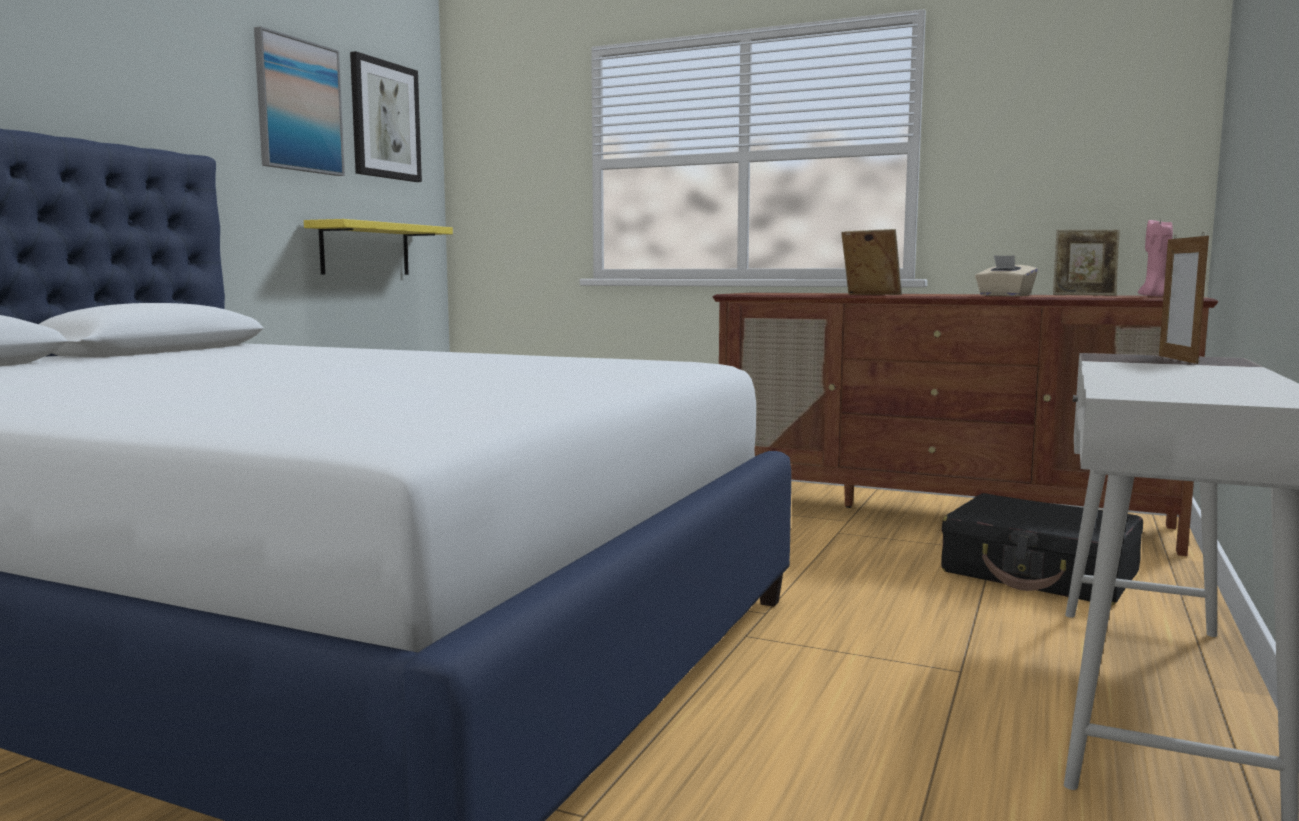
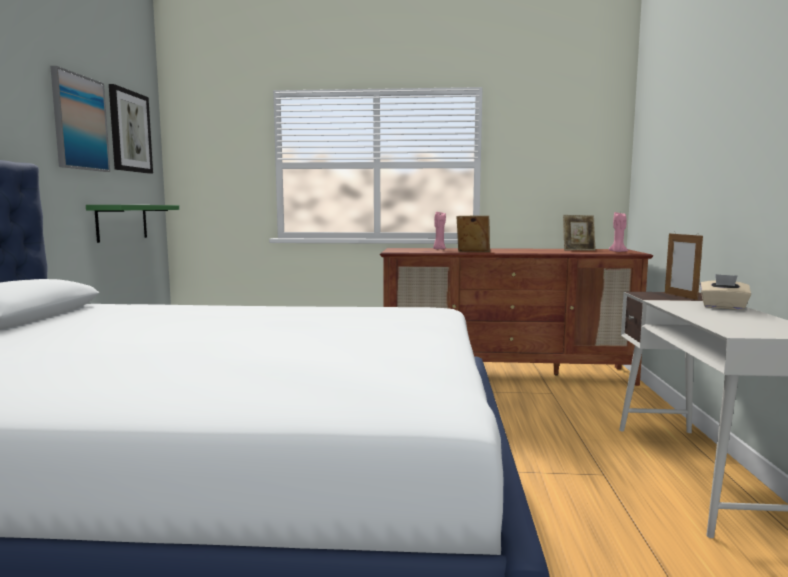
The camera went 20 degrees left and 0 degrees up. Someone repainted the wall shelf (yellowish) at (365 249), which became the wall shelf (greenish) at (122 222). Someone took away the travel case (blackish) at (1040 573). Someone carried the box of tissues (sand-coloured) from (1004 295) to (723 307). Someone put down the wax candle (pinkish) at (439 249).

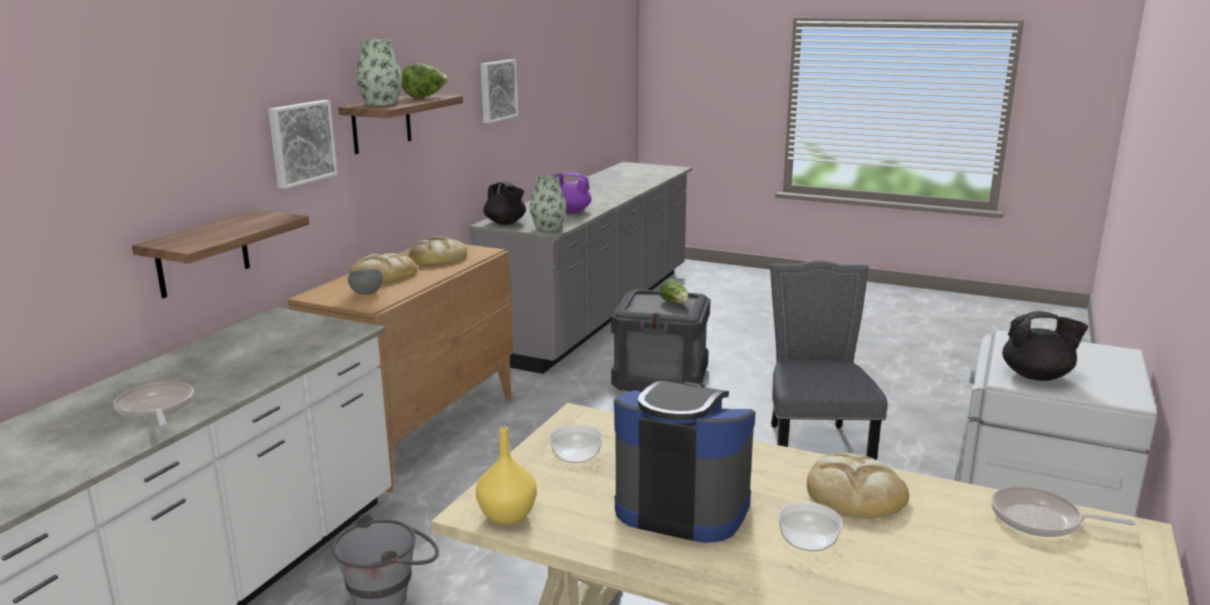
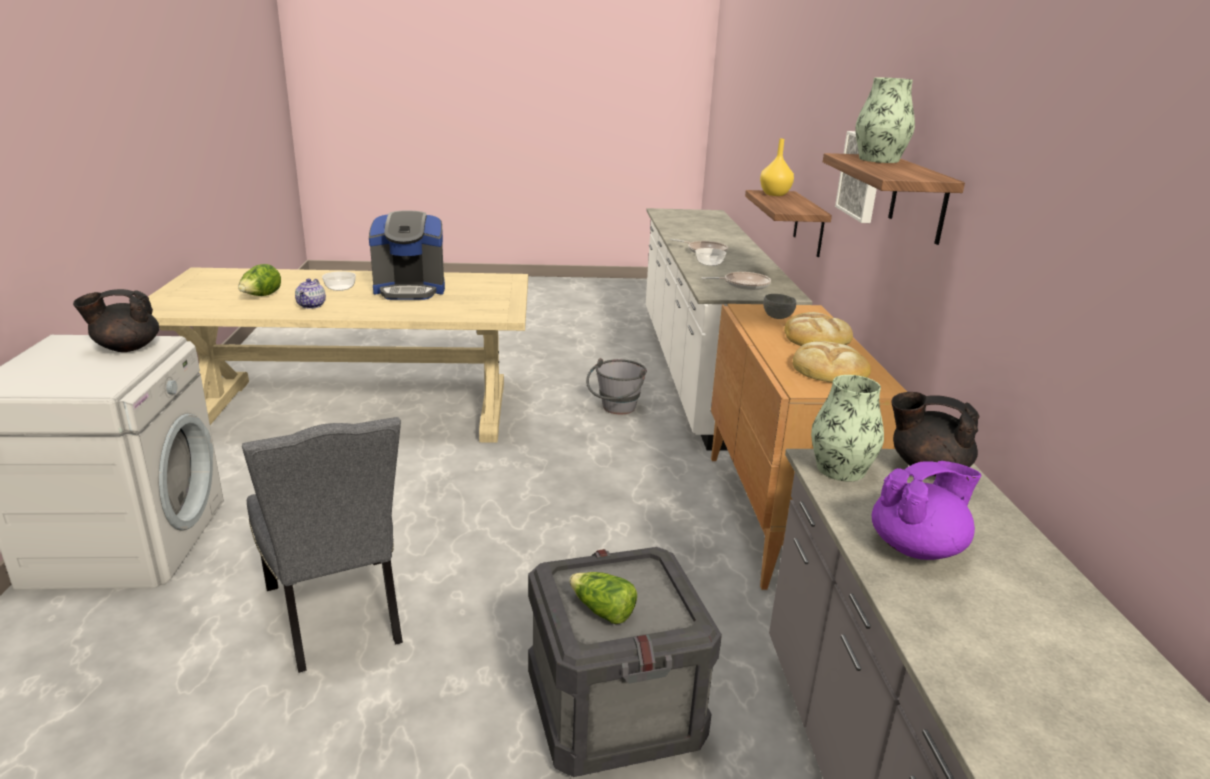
The camera went 150 degrees right and 5 degrees up. Someone carried the lettuce head from (425 97) to (261 296). Someone carried the decorative vase (yellowish) from (506 517) to (774 194). Someone took away the wall art at (497 90). Someone carried the serving bowl from (576 455) to (709 263). Someone swapped the baked bread at (854 492) for the teapot at (312 305). Someone carried the pan from (1041 520) to (743 285).

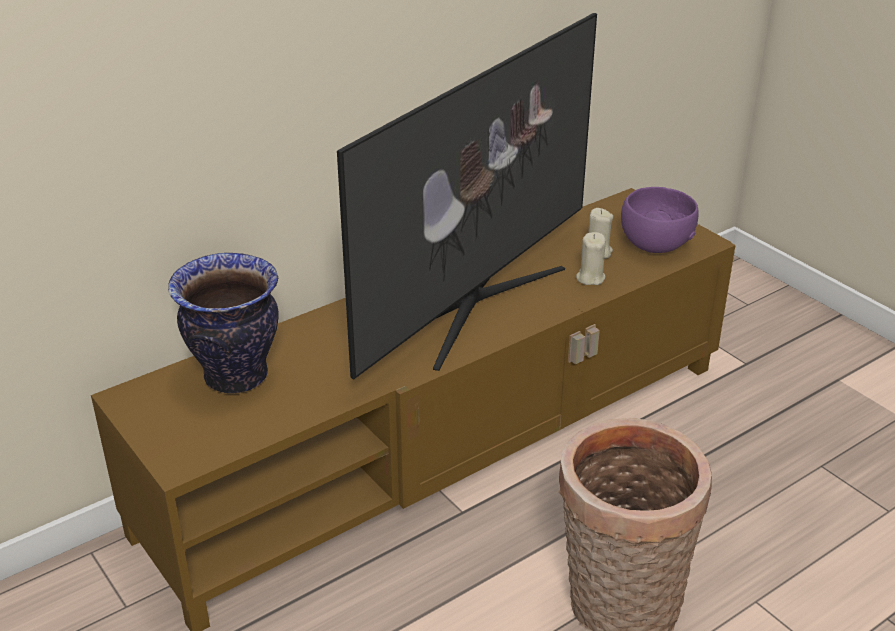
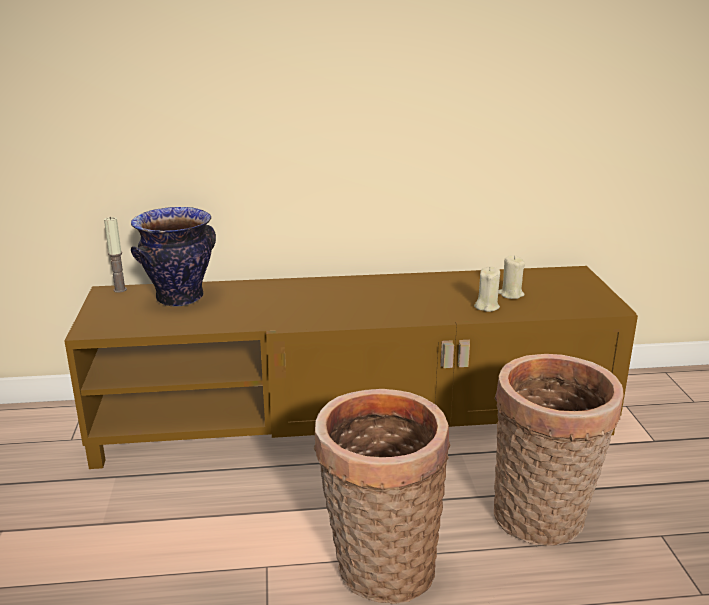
The camera went 30 degrees right and 10 degrees down. Someone took away the television at (474 304). Someone took away the serving bowl (purple-coloured) at (655 245). Someone put down the wax candle at (120 290). Someone put down the storage basket at (543 520).

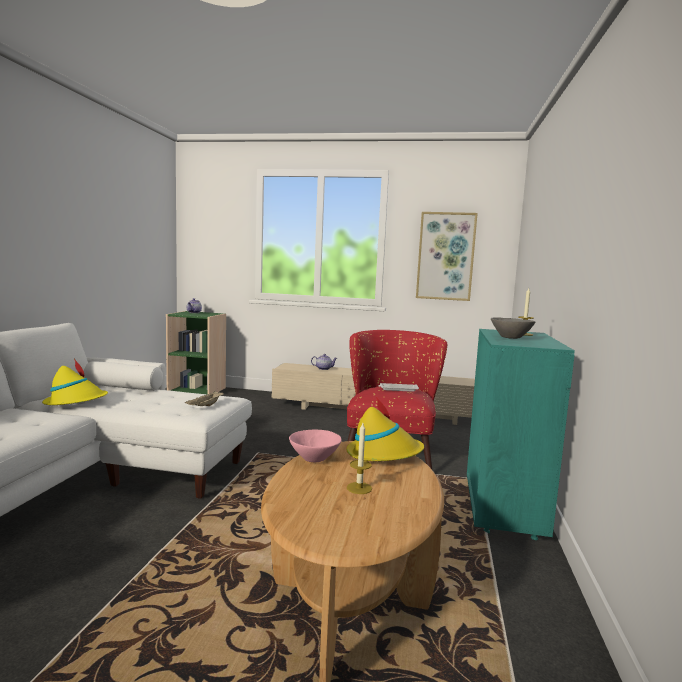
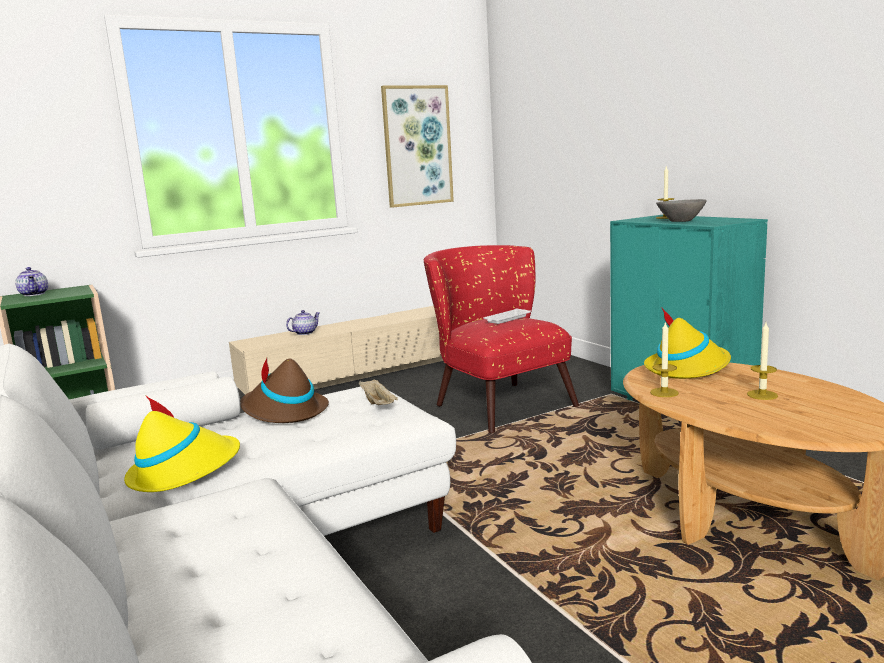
The camera went 40 degrees left and 5 degrees up. Someone swapped the serving bowl (pinkish) at (315 458) for the wax candle at (664 392). Someone put down the clothing hat (brown-coloured) at (283 411).

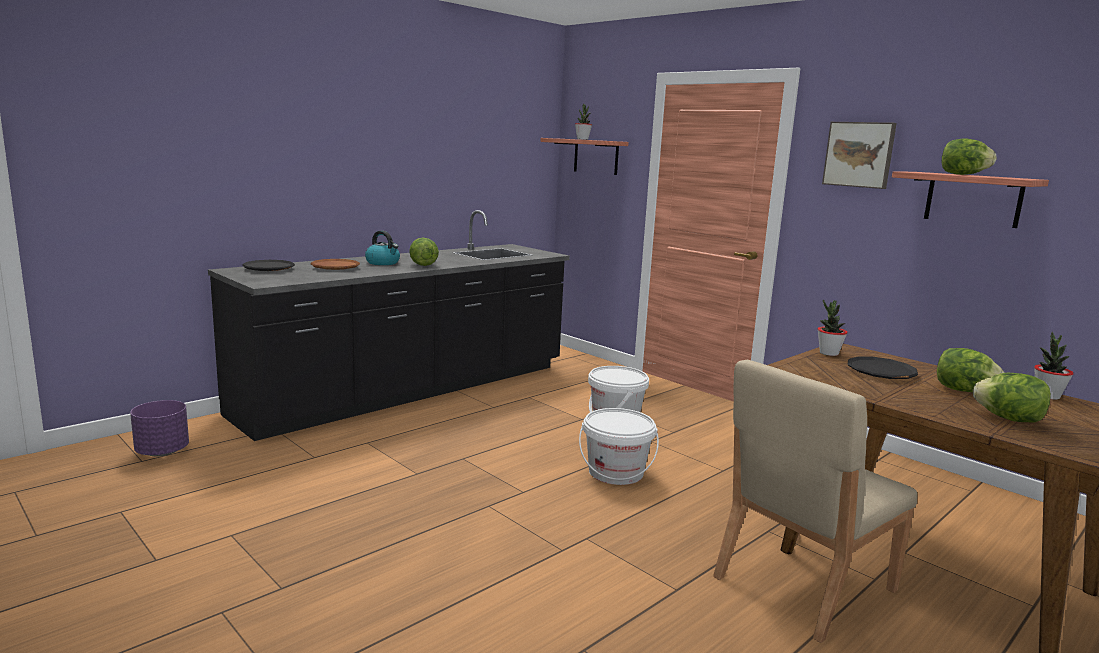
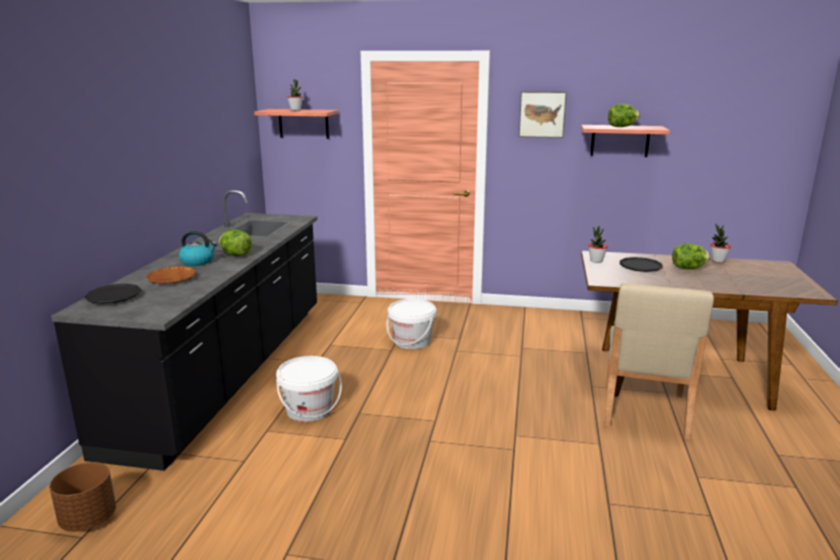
The camera went 35 degrees left and 5 degrees up. Someone repainted the plant pot (purple-coloured) at (162 452), which became the plant pot (brown-coloured) at (88 520). Someone carried the water bucket (white) from (616 472) to (309 410). Someone took away the lettuce head at (1008 419).

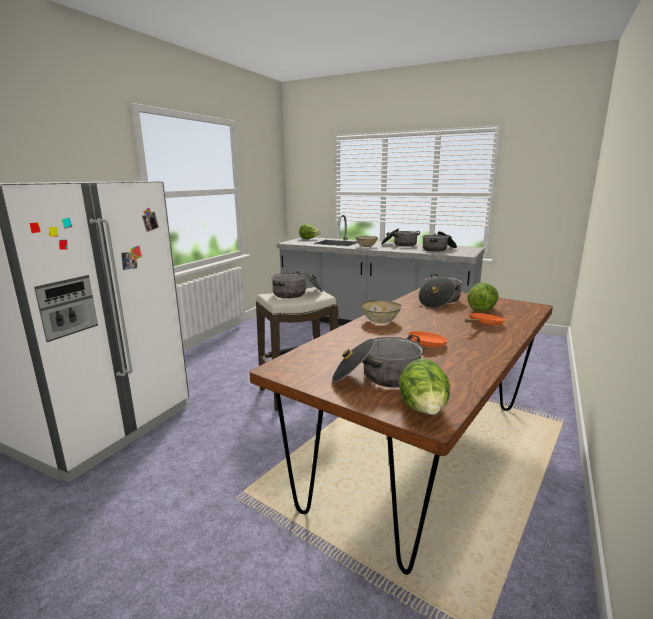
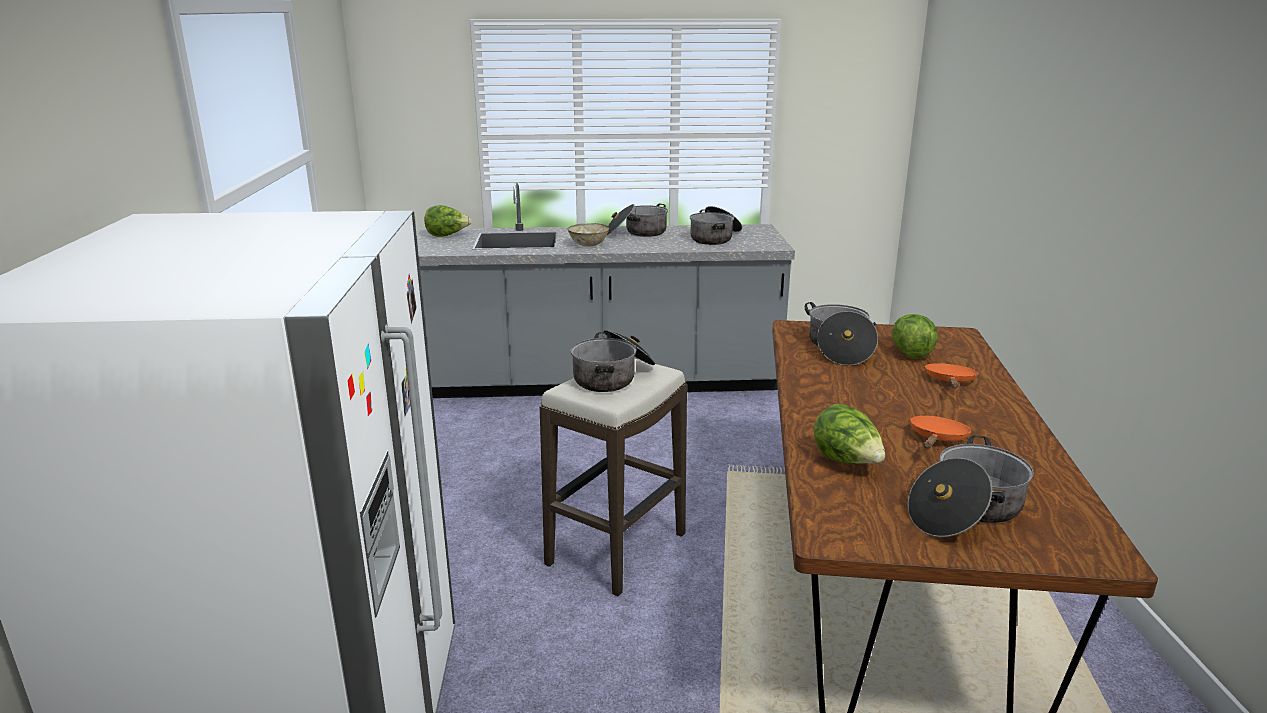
The camera went 30 degrees left and 5 degrees up. Someone took away the serving bowl at (381 321). Someone carried the lettuce head from (424 411) to (847 462).

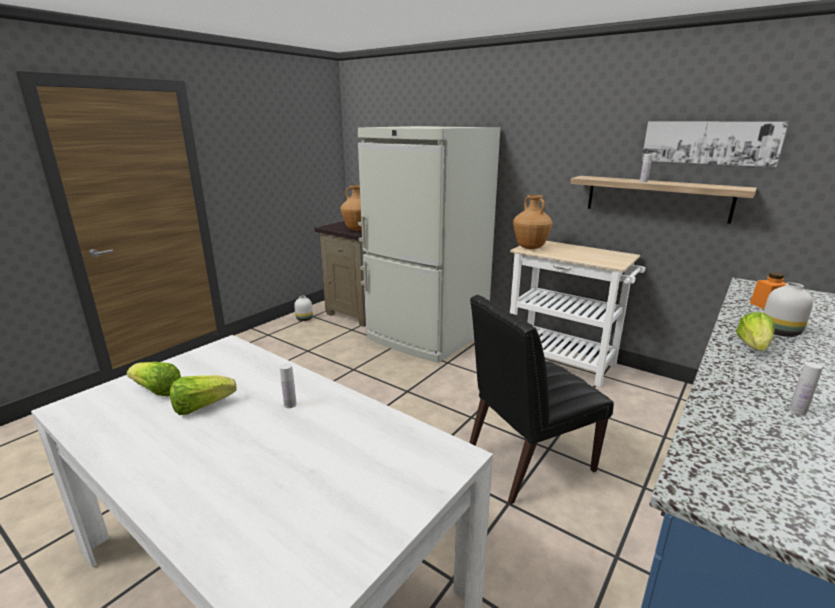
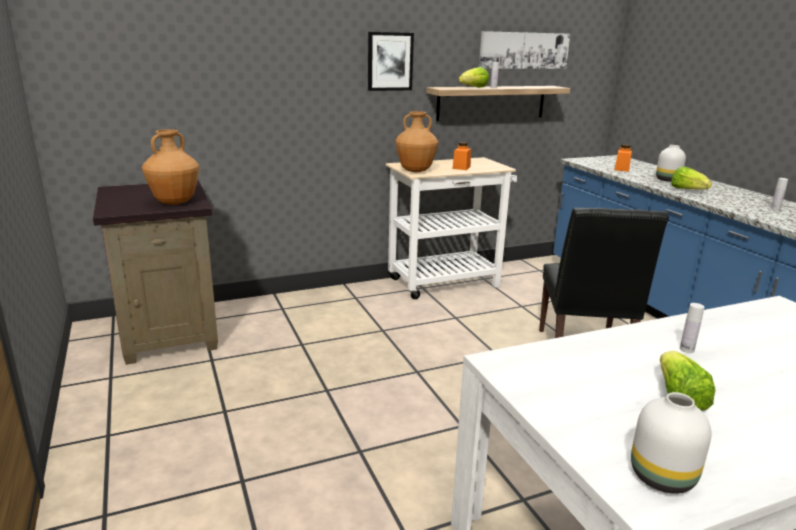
The camera went 60 degrees left and 0 degrees up. Someone carried the lettuce head from (157 391) to (474 88). Someone carried the decorative vase (white) from (304 319) to (661 478). Someone took away the fridge (white) at (427 333). Someone put up the wall art at (390 61). Someone put down the storage jar (orangey) at (461 167).

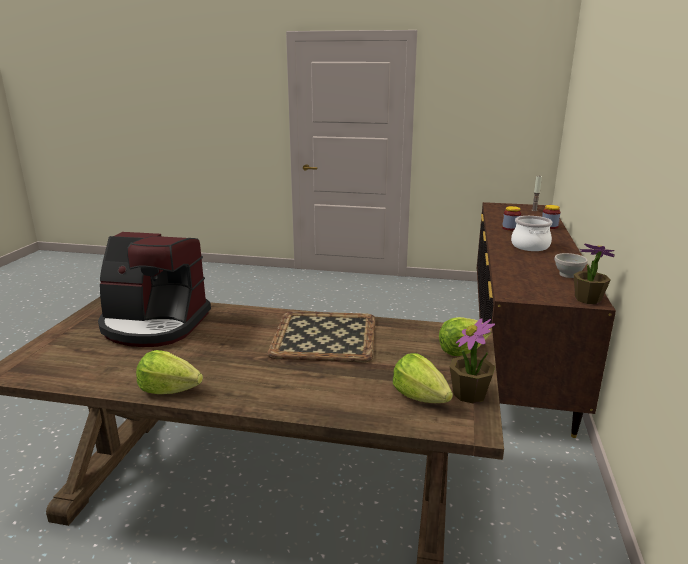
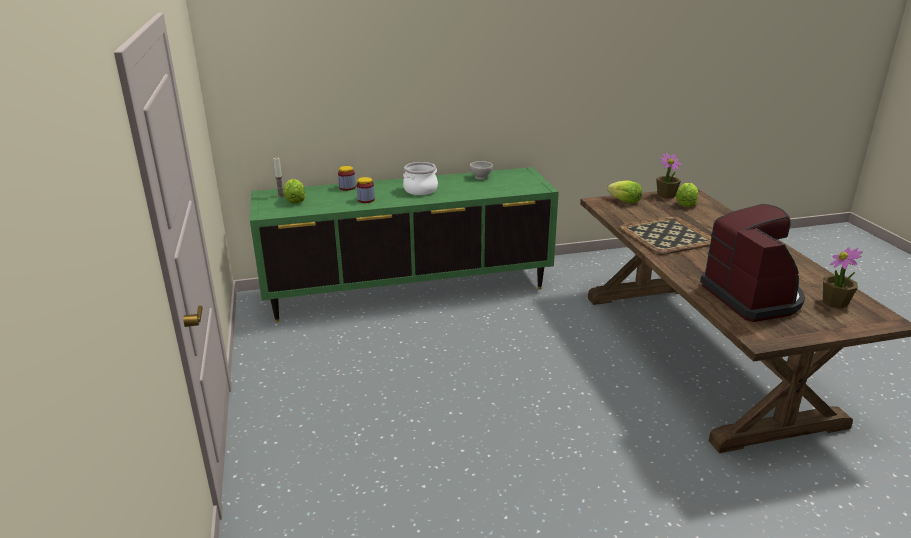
The camera went 115 degrees left and 5 degrees up. Someone carried the lettuce head from (169 390) to (295 200). Someone repainted the cabinet (brown-coloured) at (516 348), which became the cabinet (greenish) at (408 290). Someone carried the houseplant from (587 299) to (834 302).

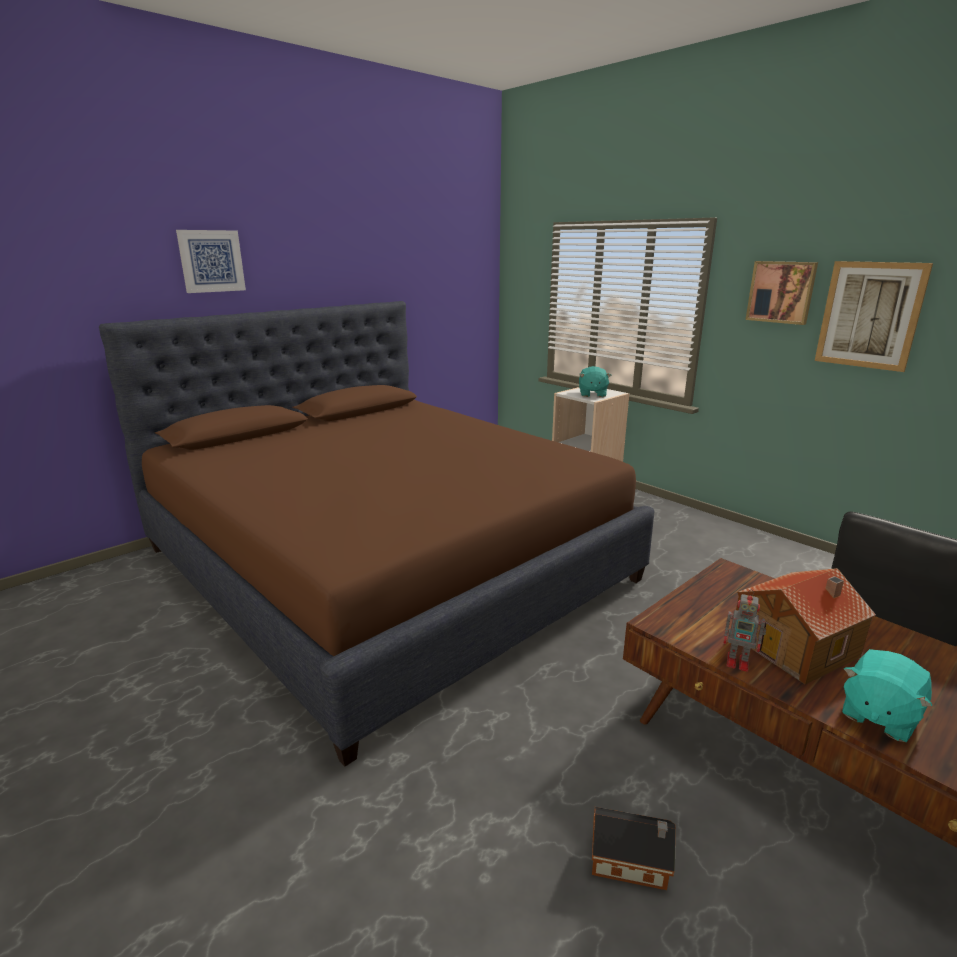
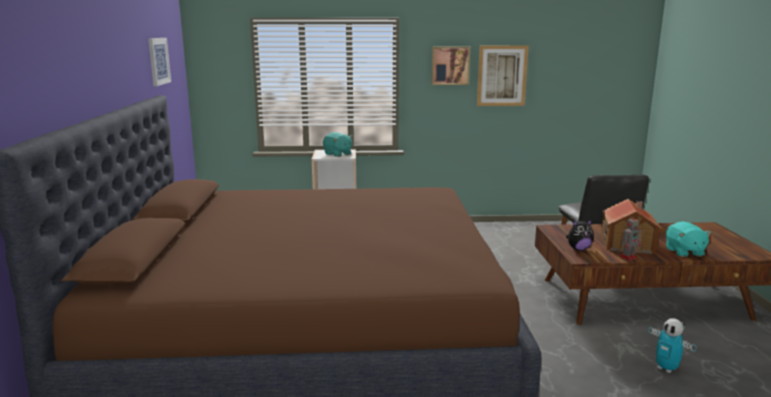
The camera went 50 degrees left and 5 degrees down. Someone carried the wall art from (211 261) to (158 61). Someone swapped the miniature house at (632 861) for the robot figure at (666 368). Someone put down the plush toy at (578 249).

